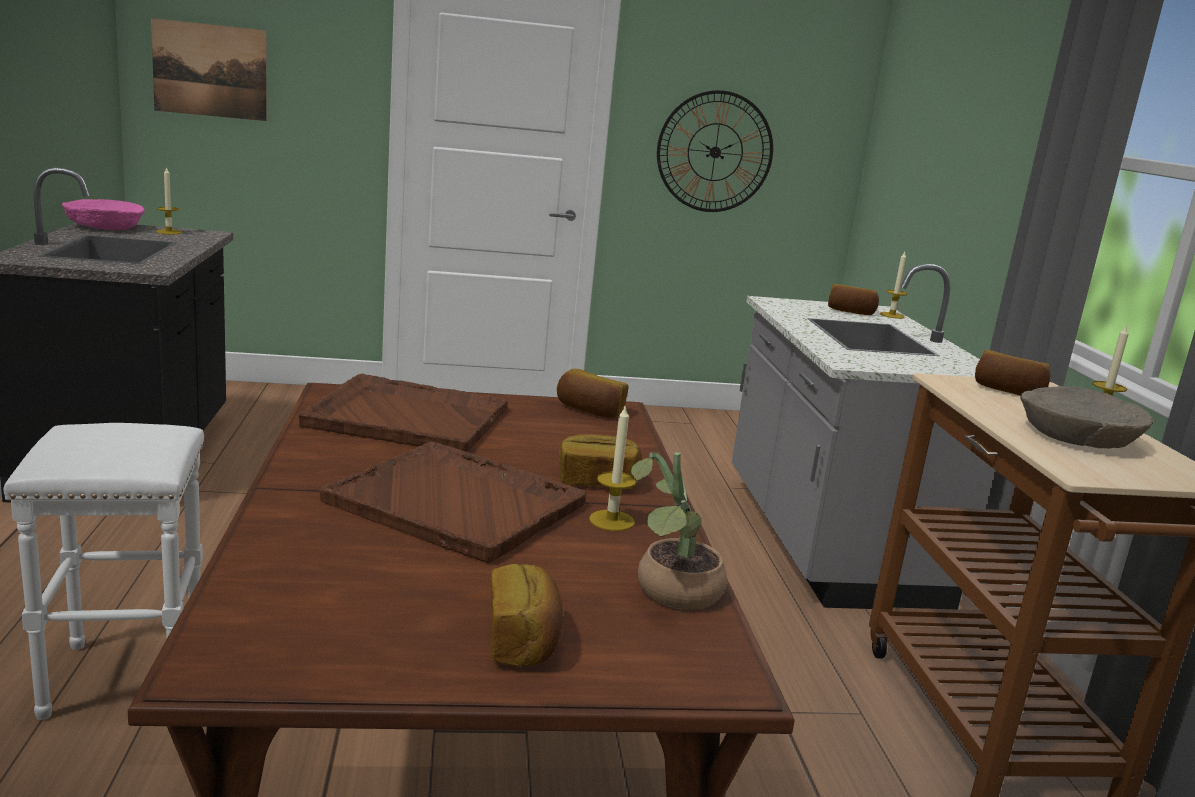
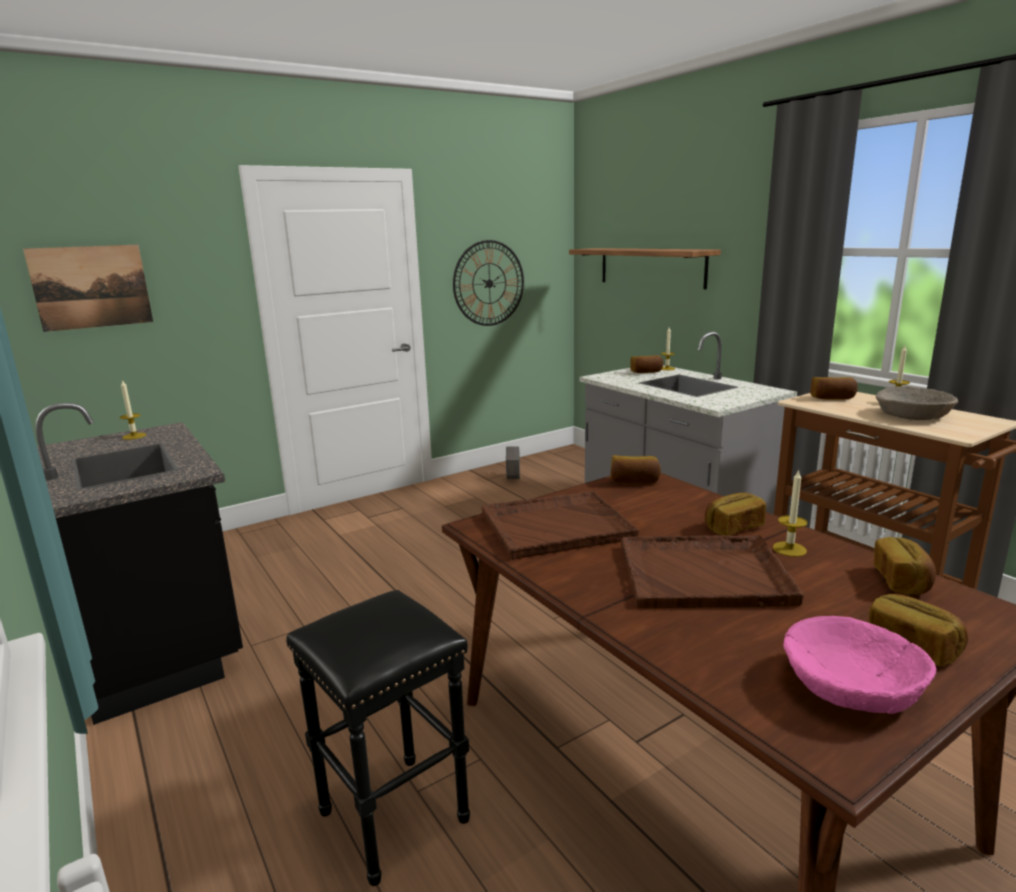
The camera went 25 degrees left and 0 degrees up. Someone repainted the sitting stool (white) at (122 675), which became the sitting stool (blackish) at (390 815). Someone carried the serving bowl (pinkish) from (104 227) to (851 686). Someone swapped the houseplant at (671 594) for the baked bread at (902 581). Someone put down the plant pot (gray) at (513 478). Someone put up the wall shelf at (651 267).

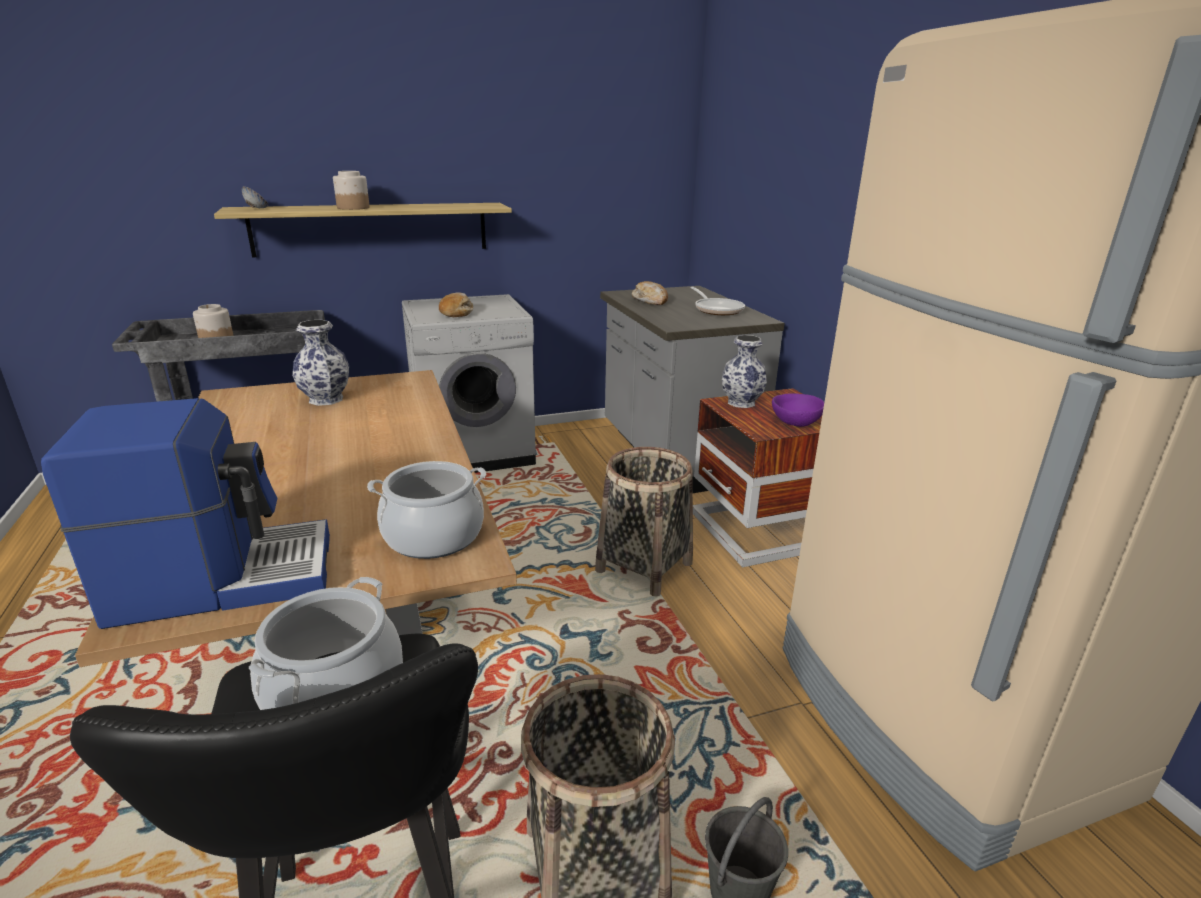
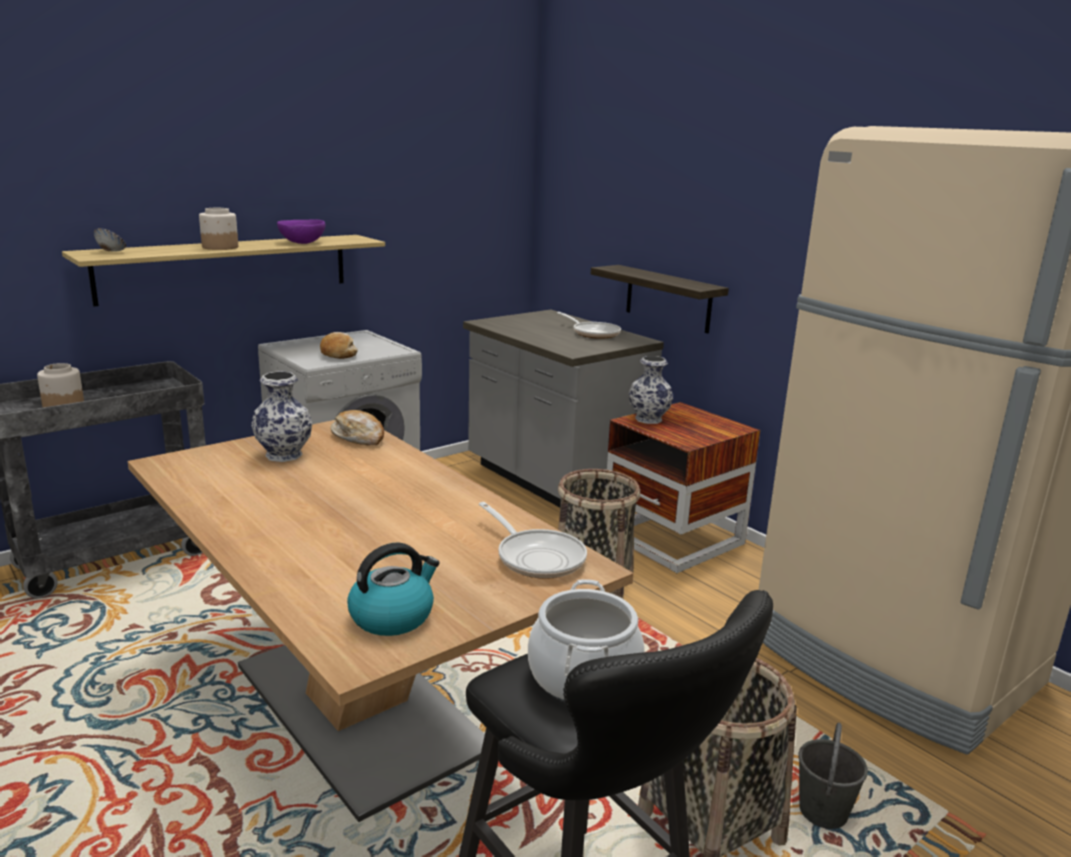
The camera went 20 degrees left and 5 degrees down. Someone swapped the coffee maker at (223 577) for the tea kettle at (392 616). Someone swapped the stockpot at (433 536) for the pan at (537 557). Someone carried the baked bread from (650 301) to (359 437). Someone carried the serving bowl (purple-coloured) from (795 423) to (302 243). Someone put up the wall shelf at (668 298).

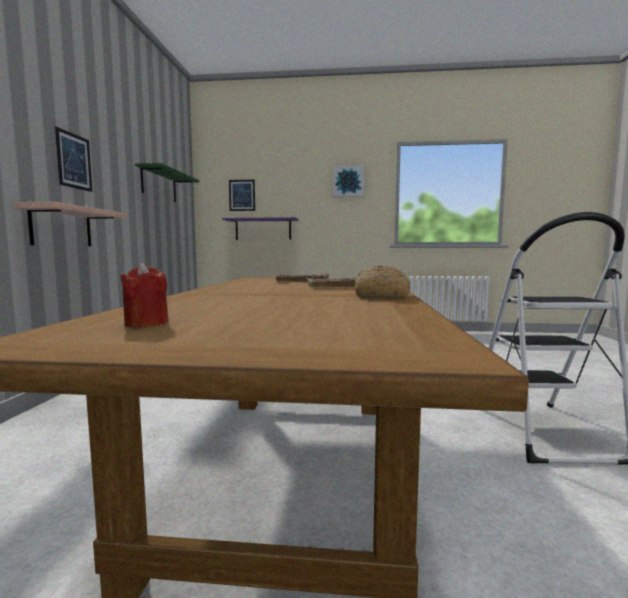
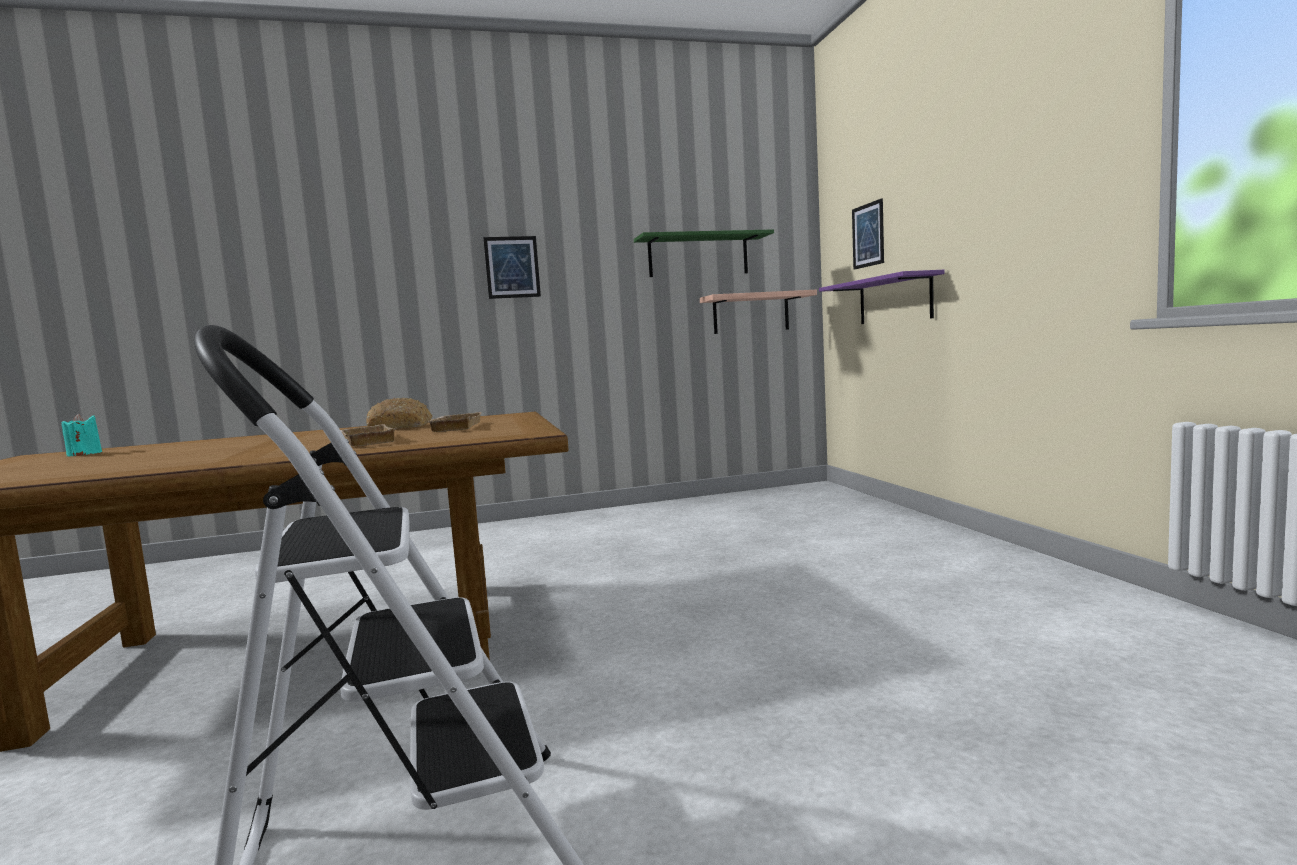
The camera went 70 degrees right and 0 degrees up. Someone carried the wall shelf from (61 227) to (751 313). Someone repainted the wax candle (red-coloured) at (146 323), which became the wax candle (blue-green) at (84 454). Someone took away the wall art at (348 181). Someone carried the baked bread from (380 295) to (401 427).

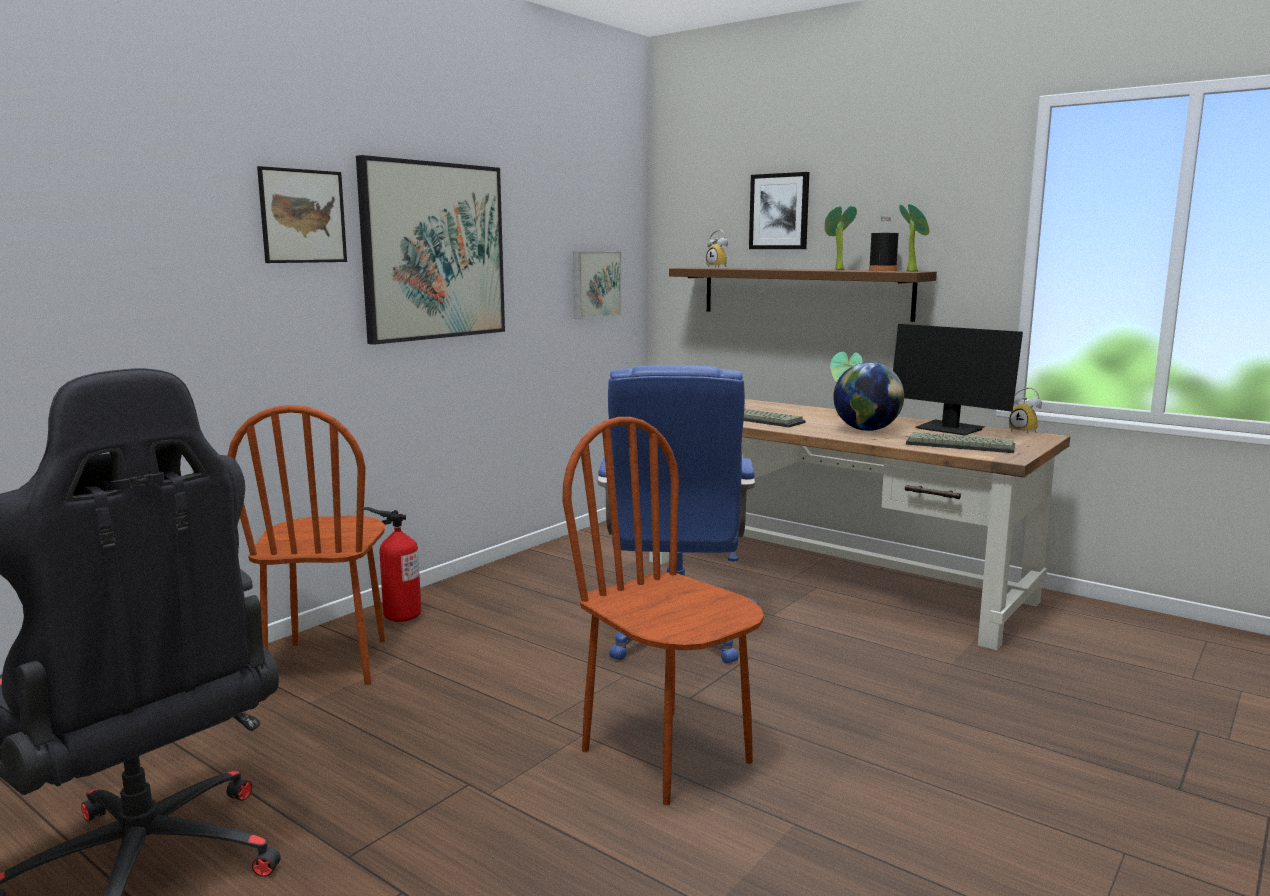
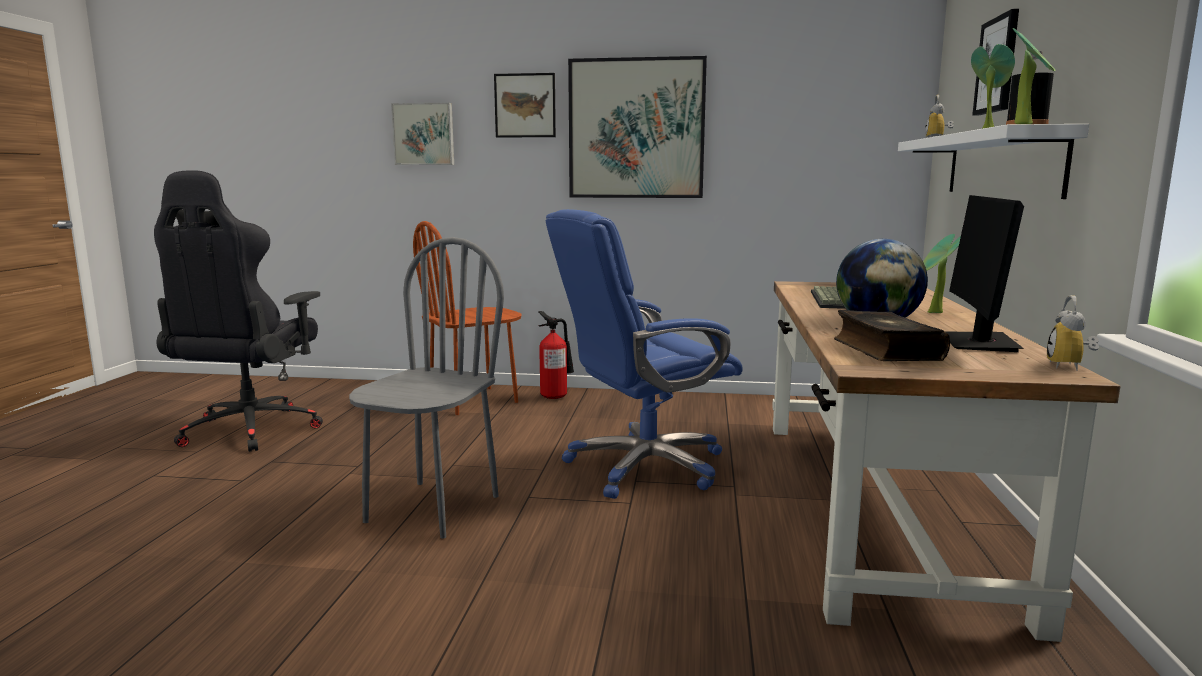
The camera went 60 degrees right and 0 degrees up. Someone repainted the plain chair (brown-coloured) at (667 755), which became the plain chair (gray) at (432 508). Someone carried the wall art from (594 284) to (424 134). Someone repainted the wall shelf (brown-coloured) at (804 292), which became the wall shelf (white) at (1001 165). Someone swapped the computer keyboard at (958 445) for the volume at (885 350).

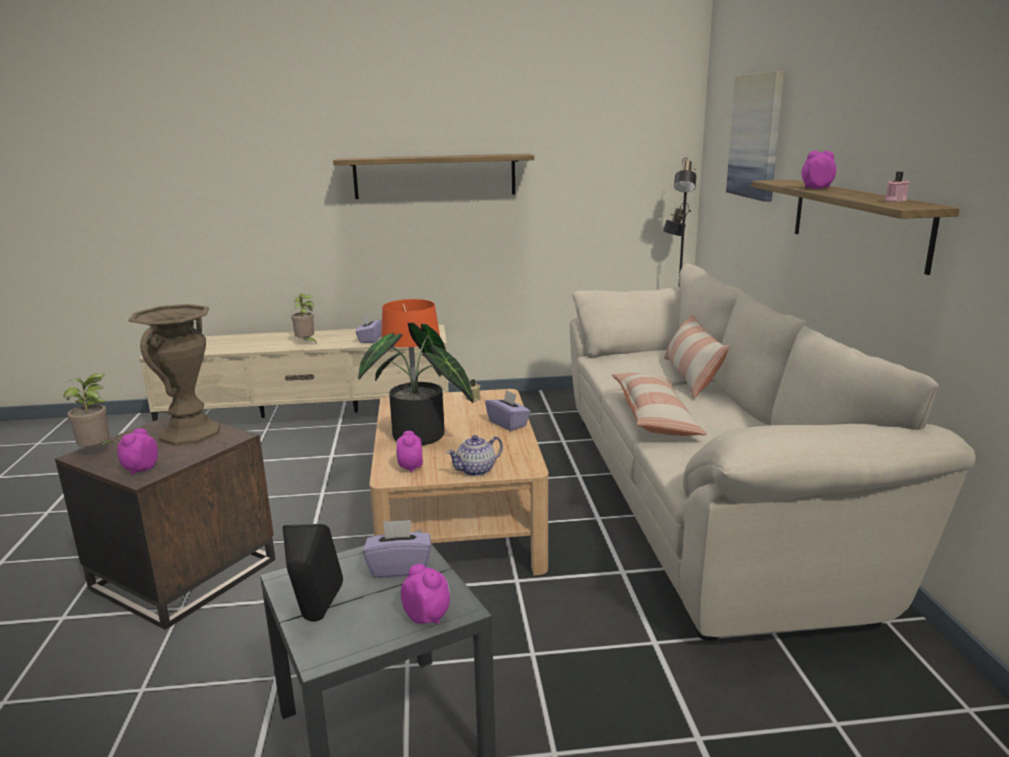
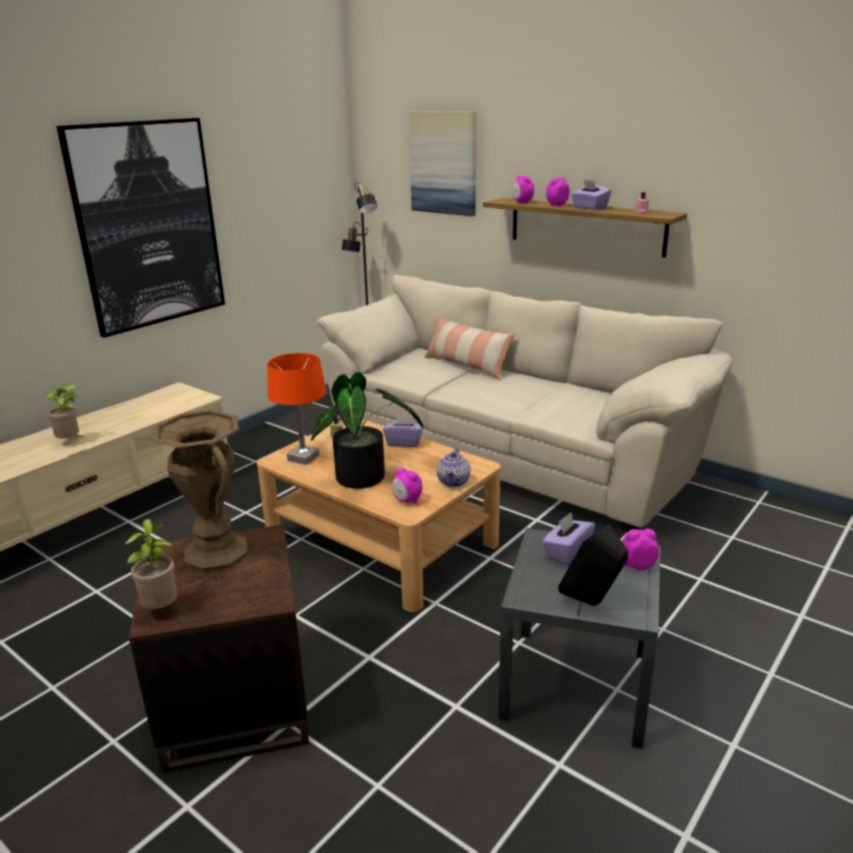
The camera went 45 degrees left and 5 degrees up. Someone carried the bedside clock from (140 469) to (522 203). Someone swapped the wall shelf at (435 176) for the wall art at (148 225). Someone carried the box of tissues (purple-coloured) from (370 339) to (589 208). Someone took away the cushion at (654 417).

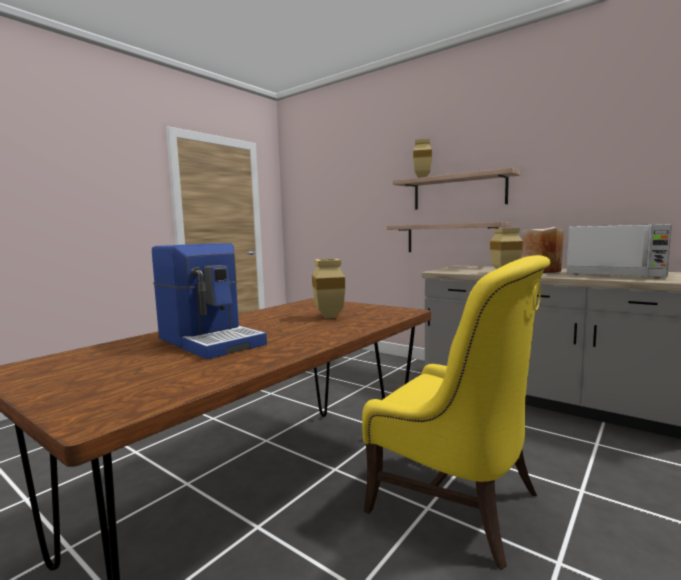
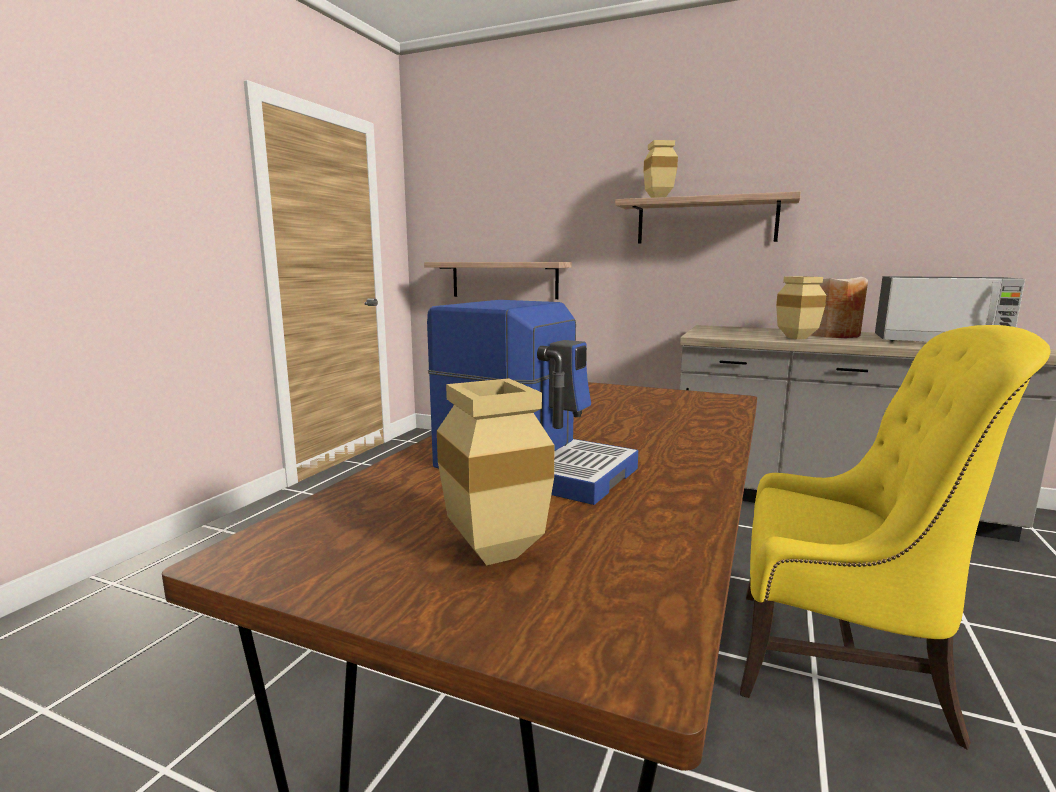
The camera went 15 degrees left and 5 degrees up. Someone carried the decorative vase (sand-coloured) from (330 317) to (500 555). Someone carried the wall shelf from (450 238) to (504 280).

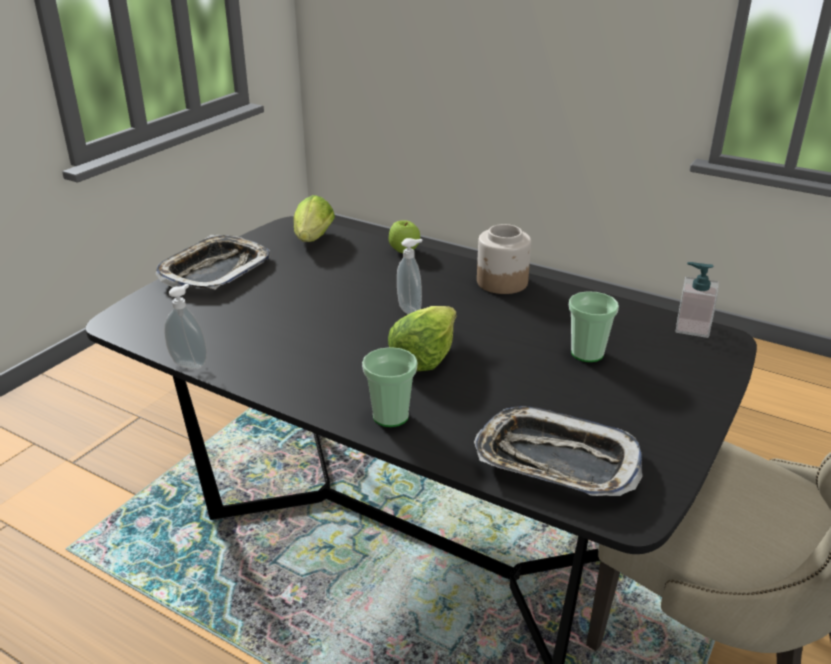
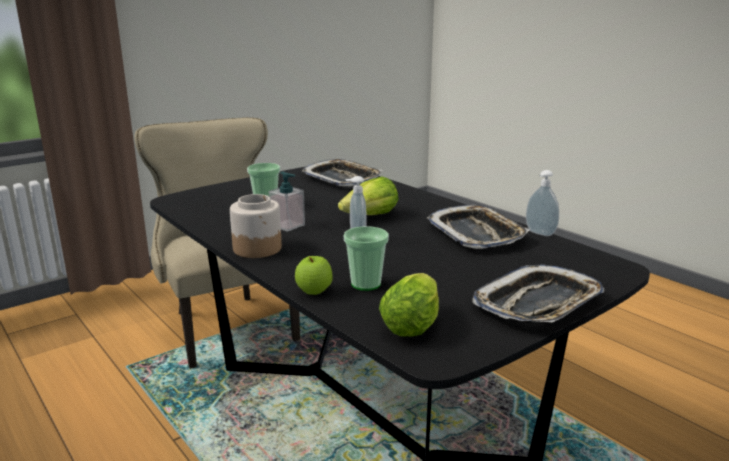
The camera went 160 degrees left and 10 degrees down. Someone carried the drinking cup from (390 416) to (366 284). Someone carried the liquid soap bottle from (692 327) to (288 225). Someone put down the tray at (476 234).

